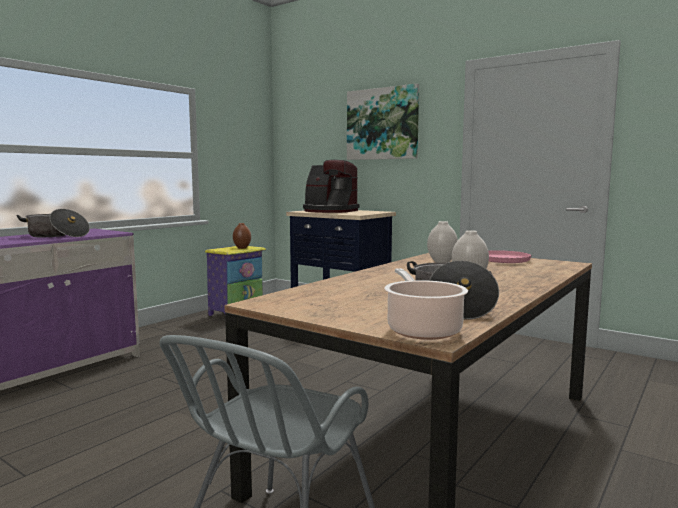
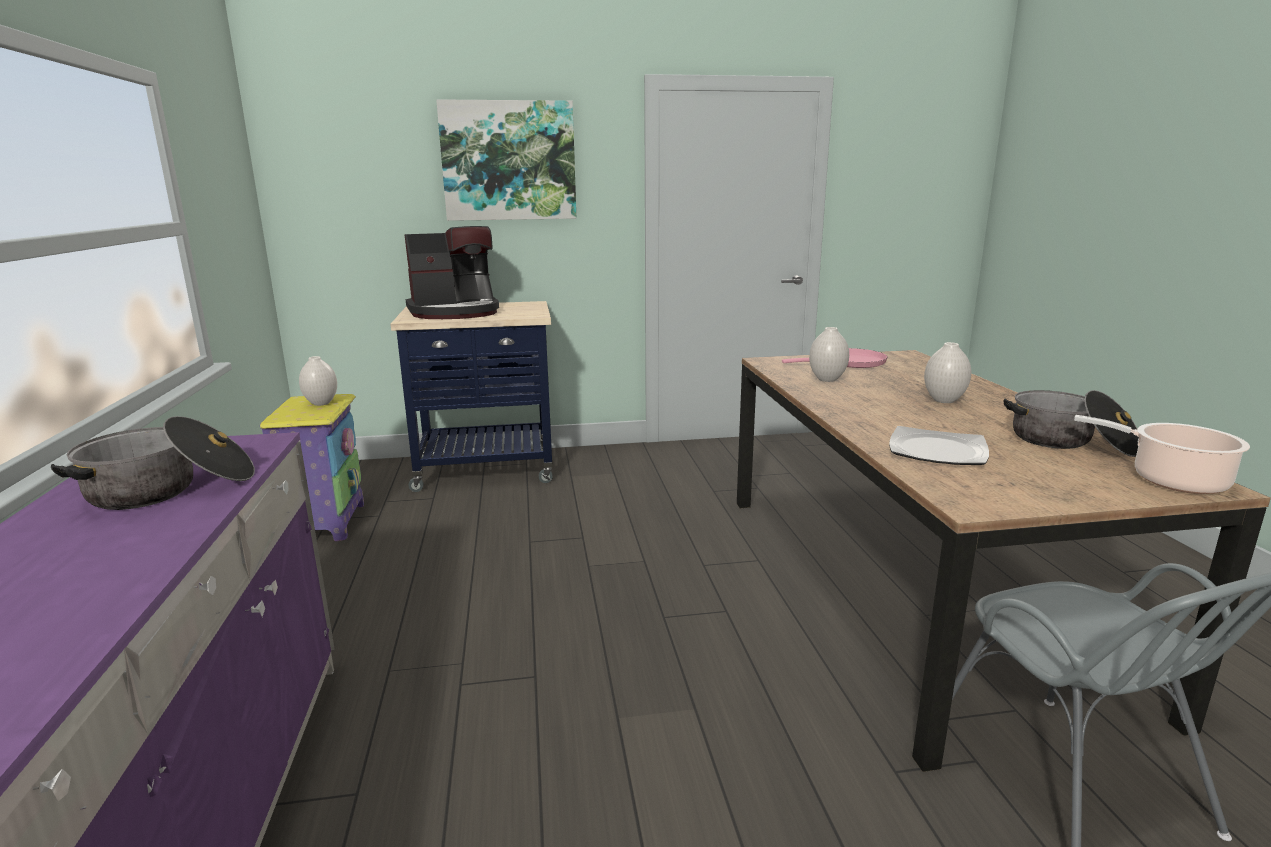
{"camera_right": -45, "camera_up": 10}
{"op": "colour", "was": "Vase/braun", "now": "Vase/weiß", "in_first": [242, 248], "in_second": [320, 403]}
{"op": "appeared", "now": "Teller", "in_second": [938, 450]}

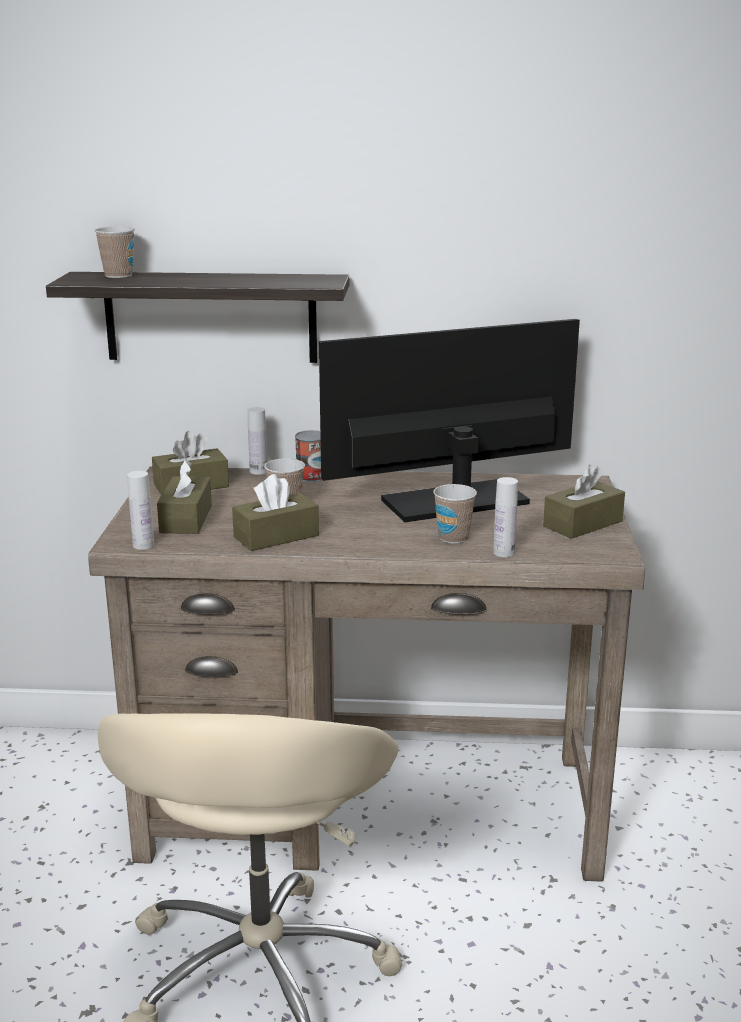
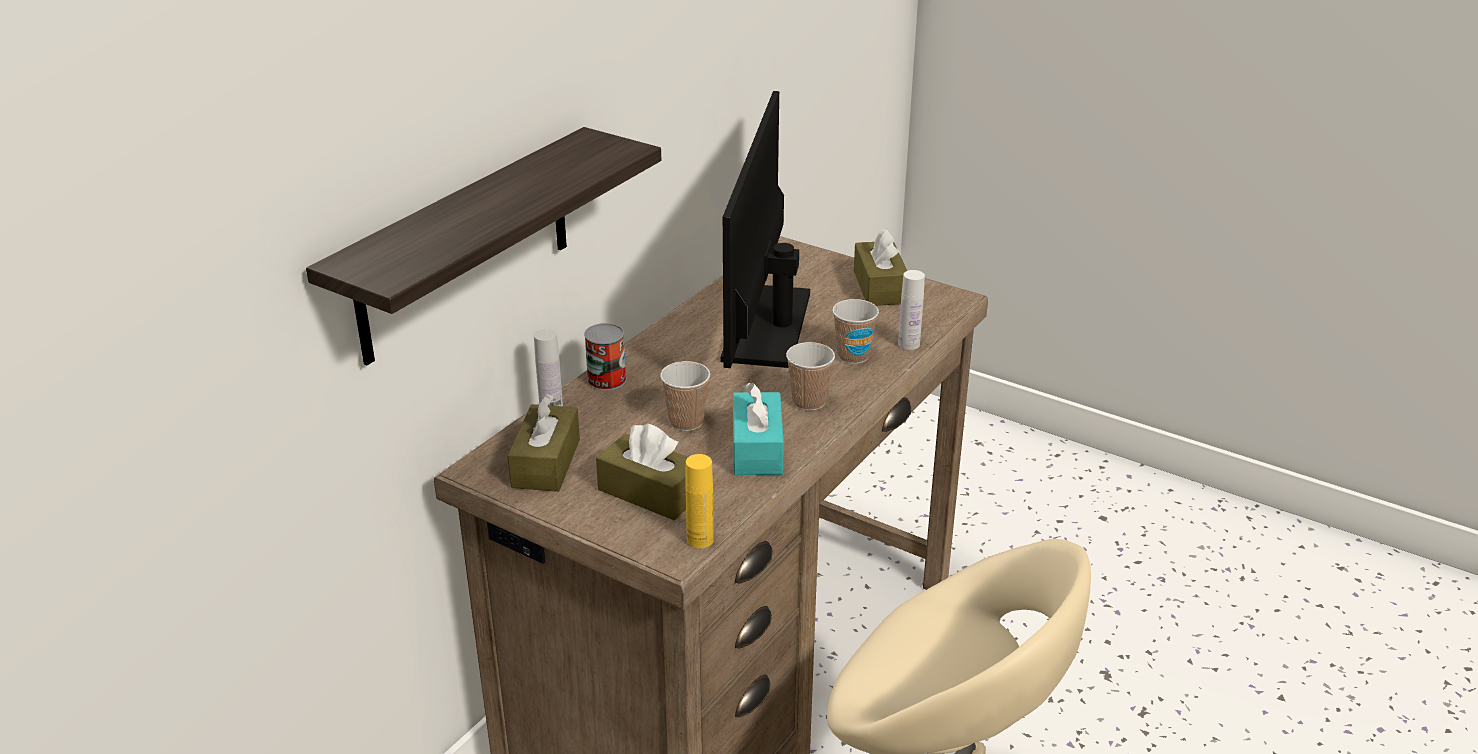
{"camera_right": -60, "camera_up": 10}
{"op": "relocated", "was": "Tasse", "in_first": [118, 275], "in_second": [809, 402]}
{"op": "colour", "was": "Flasche/weiß", "now": "Flasche/gelb", "in_first": [143, 545], "in_second": [700, 540]}
{"op": "colour", "was": "Taschentuchbox/braun", "now": "Taschentuchbox/türkis", "in_first": [276, 536], "in_second": [757, 449]}

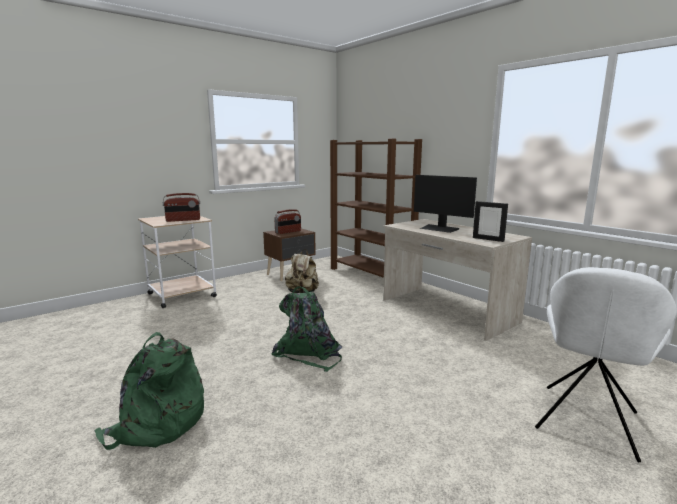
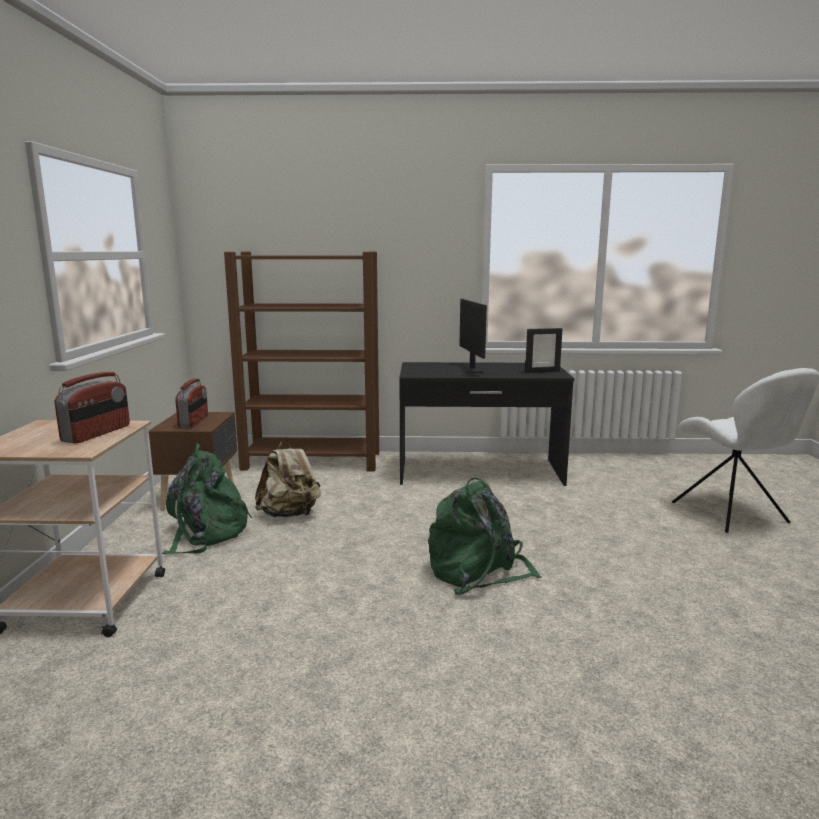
{"camera_right": -50, "camera_up": 0}
{"op": "relocated", "was": "Rucksack/grün", "in_first": [157, 424], "in_second": [206, 533]}
{"op": "colour", "was": "Schreibtisch/beige", "now": "Schreibtisch/schwarz", "in_first": [447, 310], "in_second": [479, 472]}
{"op": "spun", "was": "Monitor", "in_first": [439, 228], "in_second": [465, 369], "clockwise": 90}

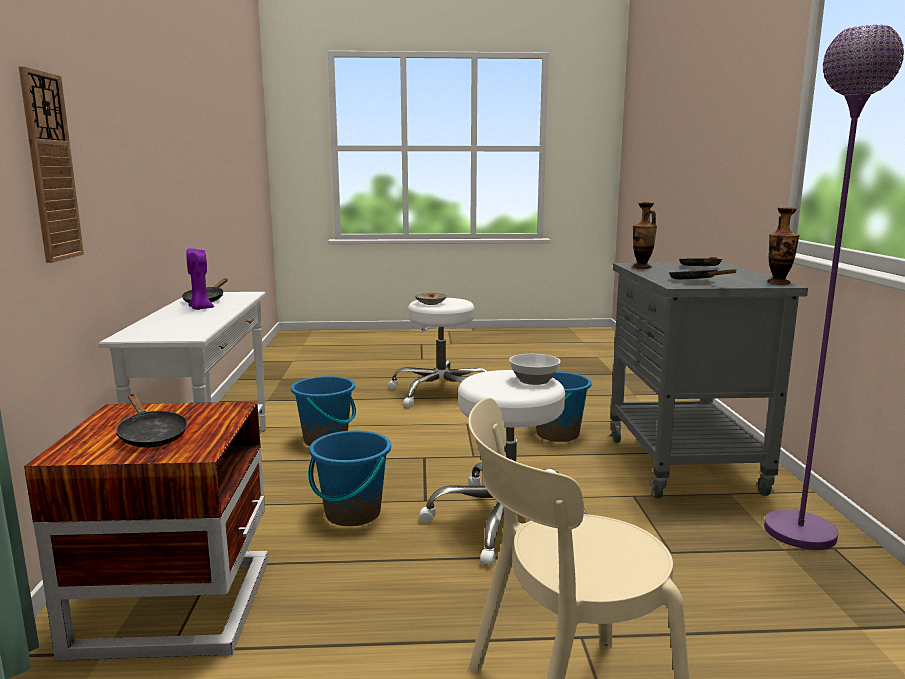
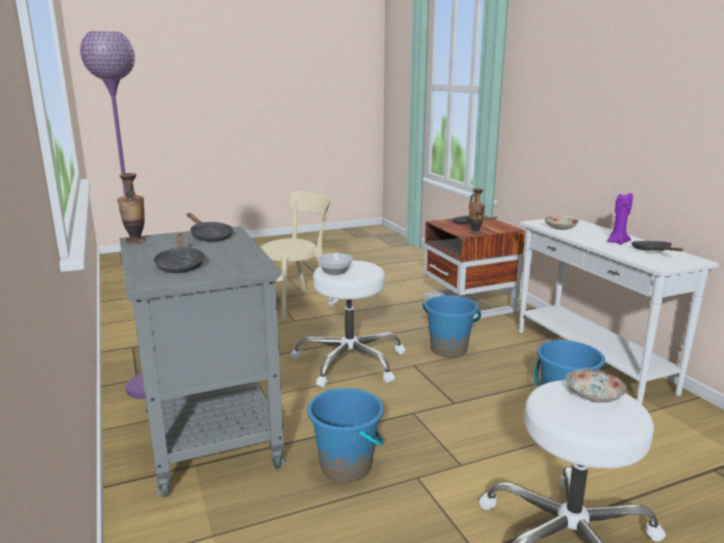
{"camera_right": 160, "camera_up": 5}
{"op": "missing", "was": "Wanduhr", "in_first": [50, 167]}
{"op": "relocated", "was": "Vase", "in_first": [642, 267], "in_second": [475, 233]}
{"op": "appeared", "now": "Teller", "in_second": [560, 228]}

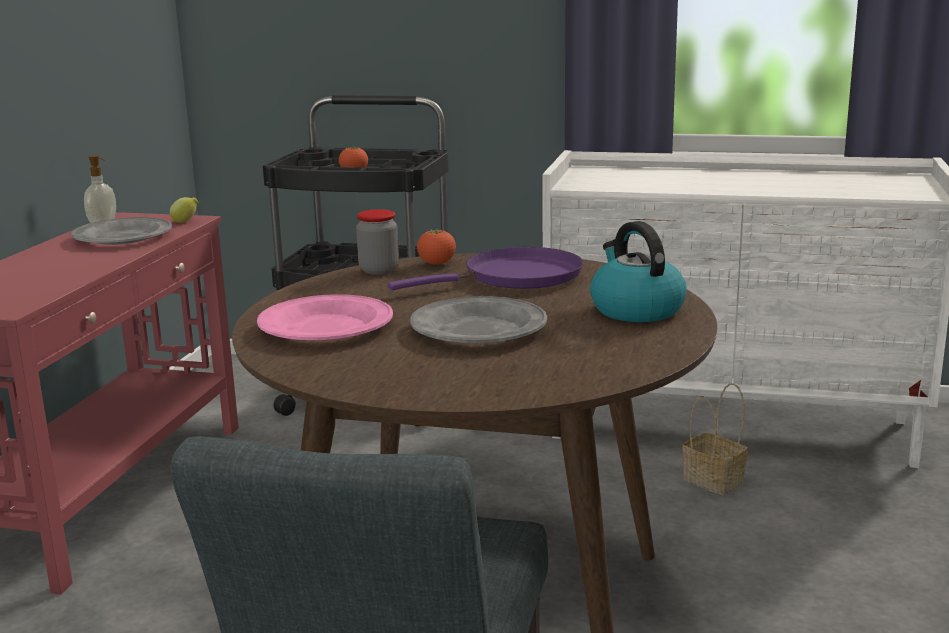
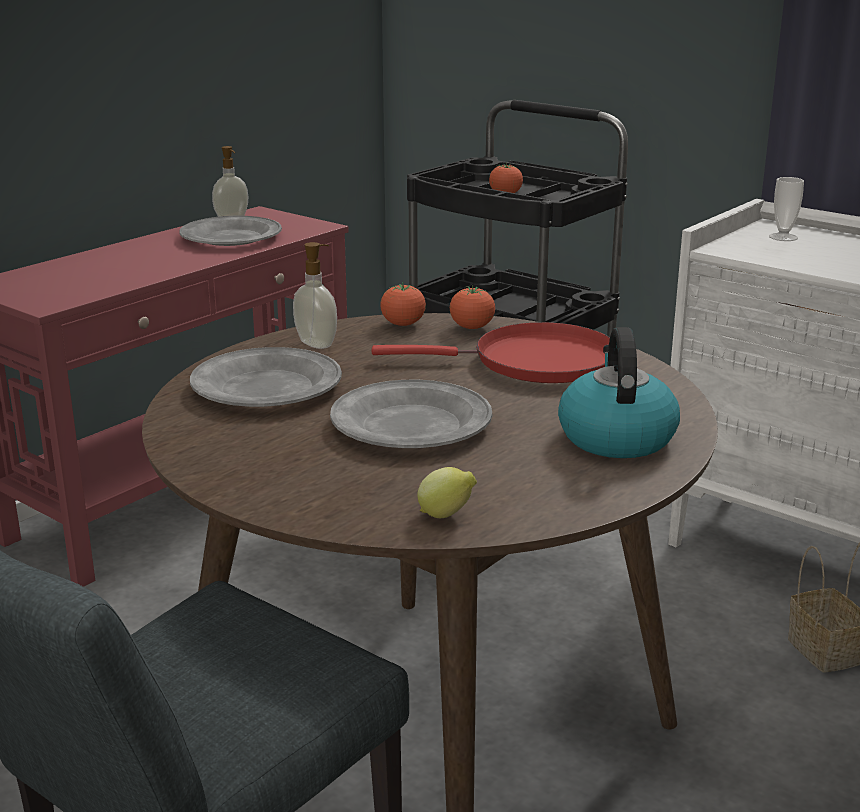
{"camera_right": 25, "camera_up": 5}
{"op": "relocated", "was": "Zitrone", "in_first": [185, 222], "in_second": [446, 515]}
{"op": "colour", "was": "Teller/rosa", "now": "Teller/grau", "in_first": [326, 326], "in_second": [267, 386]}
{"op": "exchanged", "was": "Vorratsglas", "now": "Tomate", "in_first": [379, 270], "in_second": [403, 324]}
{"op": "colour", "was": "Pfanne/lila", "now": "Pfanne/rot", "in_first": [516, 277], "in_second": [534, 362]}
{"op": "appeared", "now": "Seifenspender", "in_second": [317, 344]}
{"op": "appeared", "now": "Tasse", "in_second": [783, 237]}

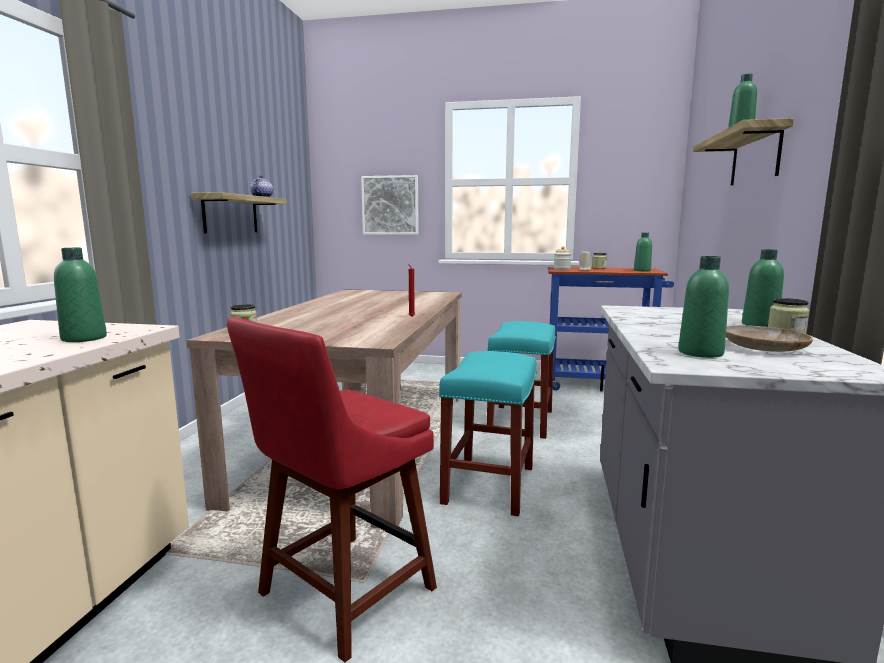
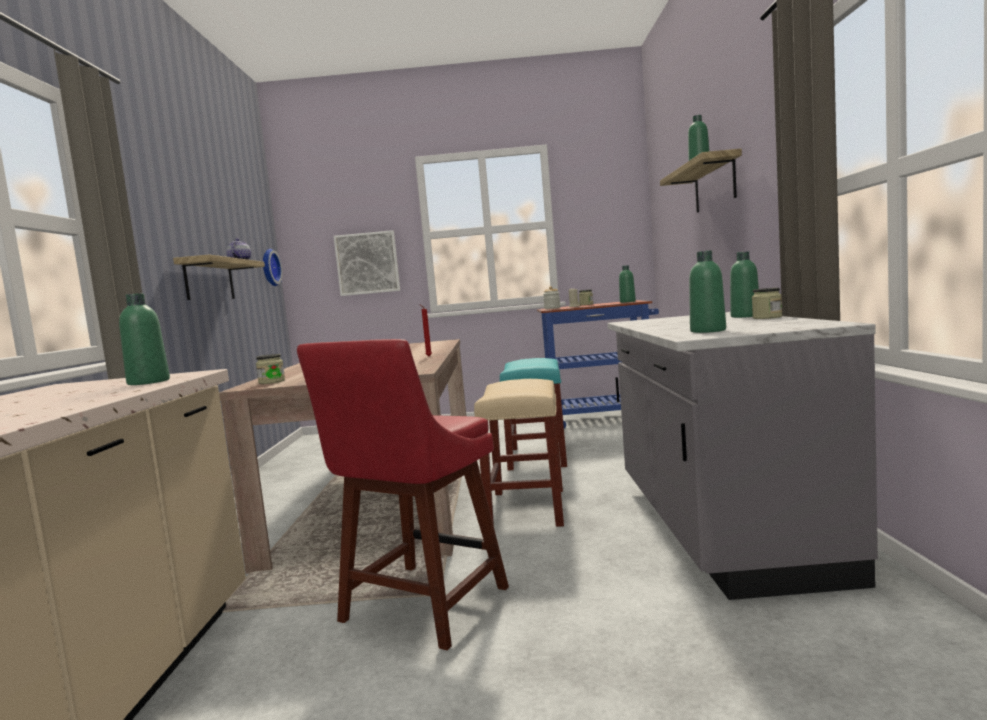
{"camera_right": -10, "camera_up": -5}
{"op": "colour", "was": "Hocker/türkis", "now": "Hocker/beige", "in_first": [489, 485], "in_second": [527, 509]}
{"op": "missing", "was": "Teller/beige", "in_first": [763, 347]}
{"op": "appeared", "now": "Wanduhr", "in_second": [269, 267]}

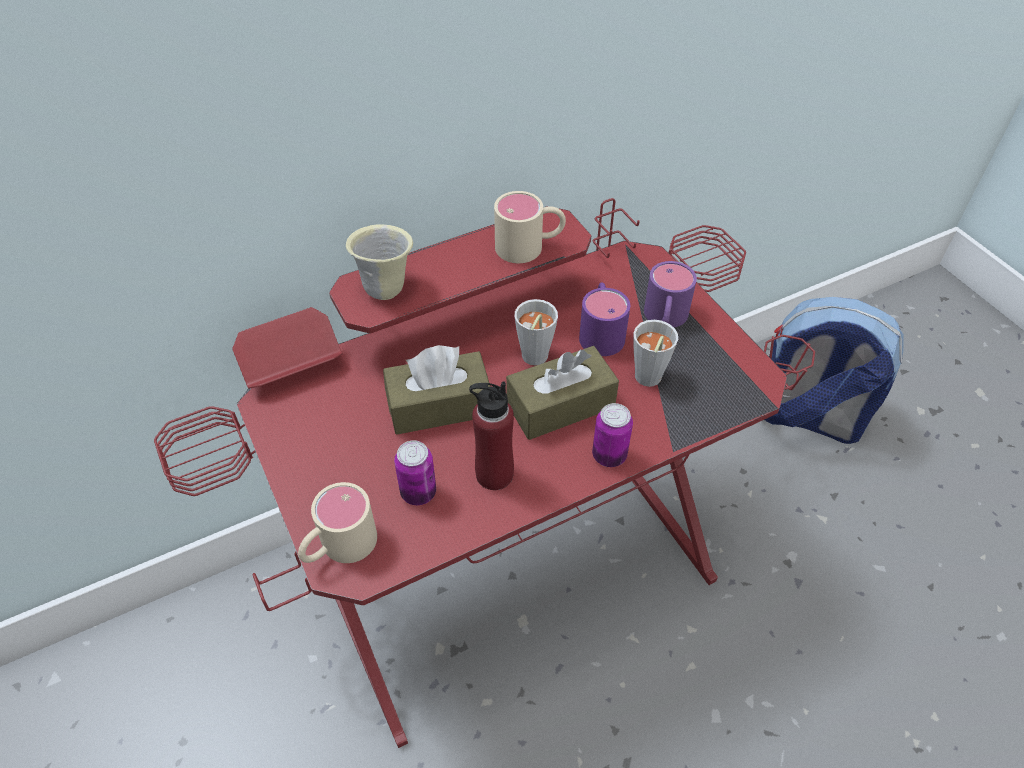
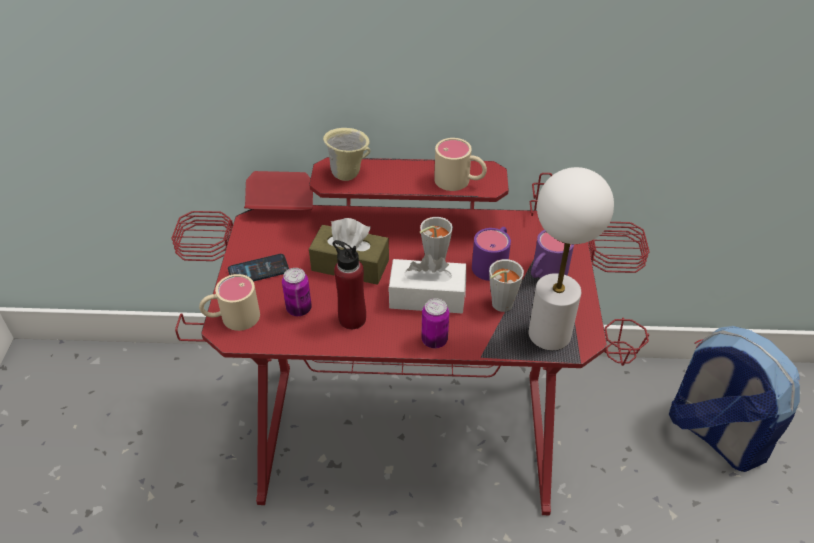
{"camera_right": 30, "camera_up": -5}
{"op": "colour", "was": "Taschentuchbox/braun", "now": "Taschentuchbox/weiß", "in_first": [560, 405], "in_second": [427, 297]}
{"op": "appeared", "now": "Handy", "in_second": [258, 270]}
{"op": "appeared", "now": "Tischlampe/weiß", "in_second": [549, 334]}

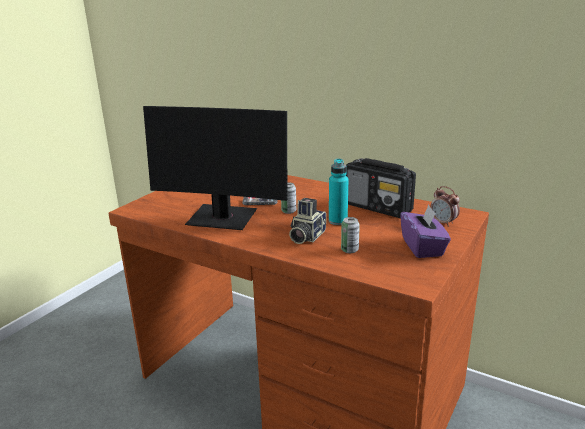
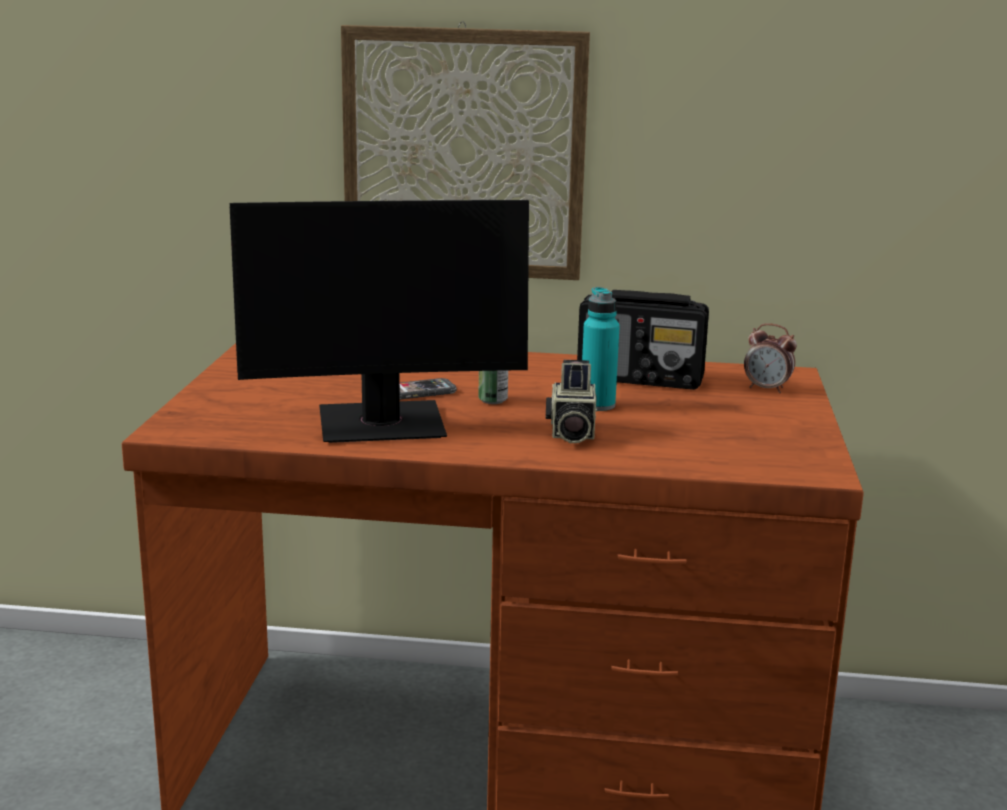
{"camera_right": -25, "camera_up": -5}
{"op": "missing", "was": "Dose", "in_first": [349, 250]}
{"op": "missing", "was": "Taschentuchbox/lila", "in_first": [423, 247]}
{"op": "appeared", "now": "Bild", "in_second": [463, 151]}

